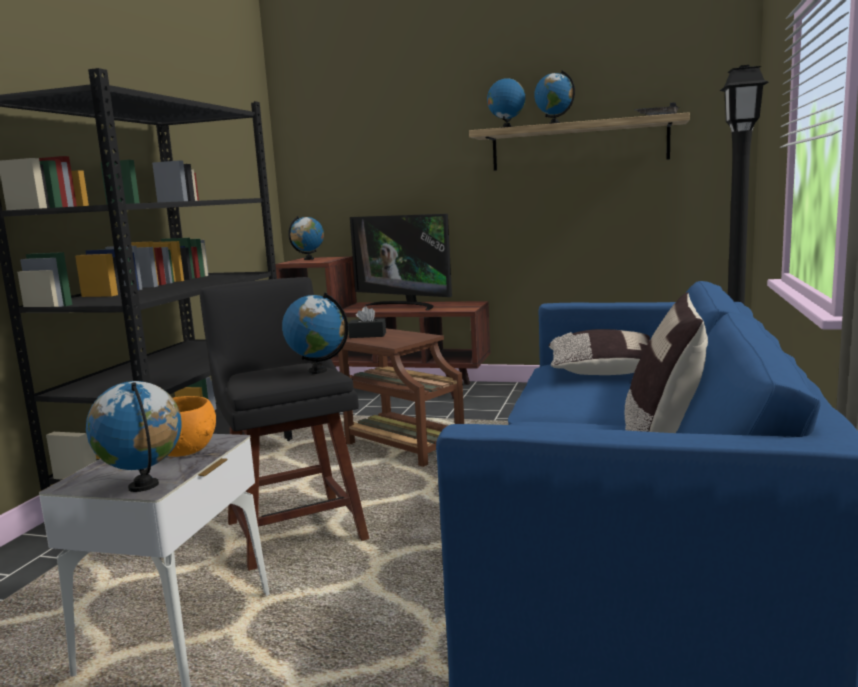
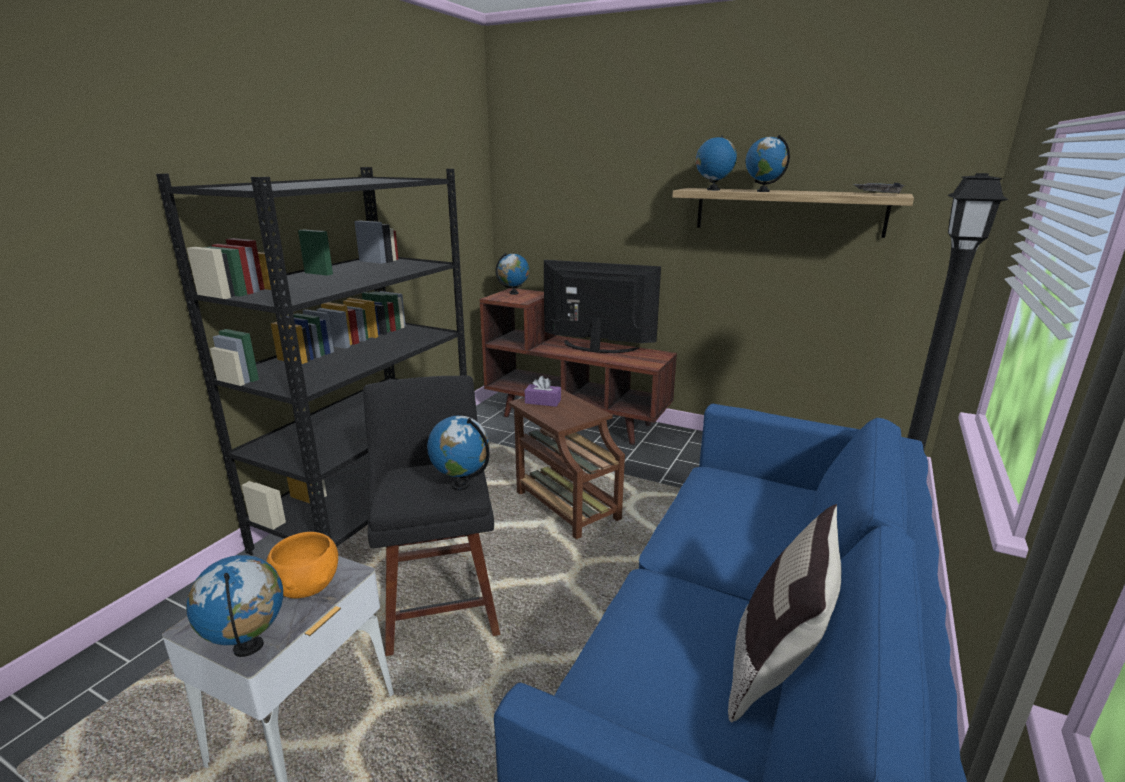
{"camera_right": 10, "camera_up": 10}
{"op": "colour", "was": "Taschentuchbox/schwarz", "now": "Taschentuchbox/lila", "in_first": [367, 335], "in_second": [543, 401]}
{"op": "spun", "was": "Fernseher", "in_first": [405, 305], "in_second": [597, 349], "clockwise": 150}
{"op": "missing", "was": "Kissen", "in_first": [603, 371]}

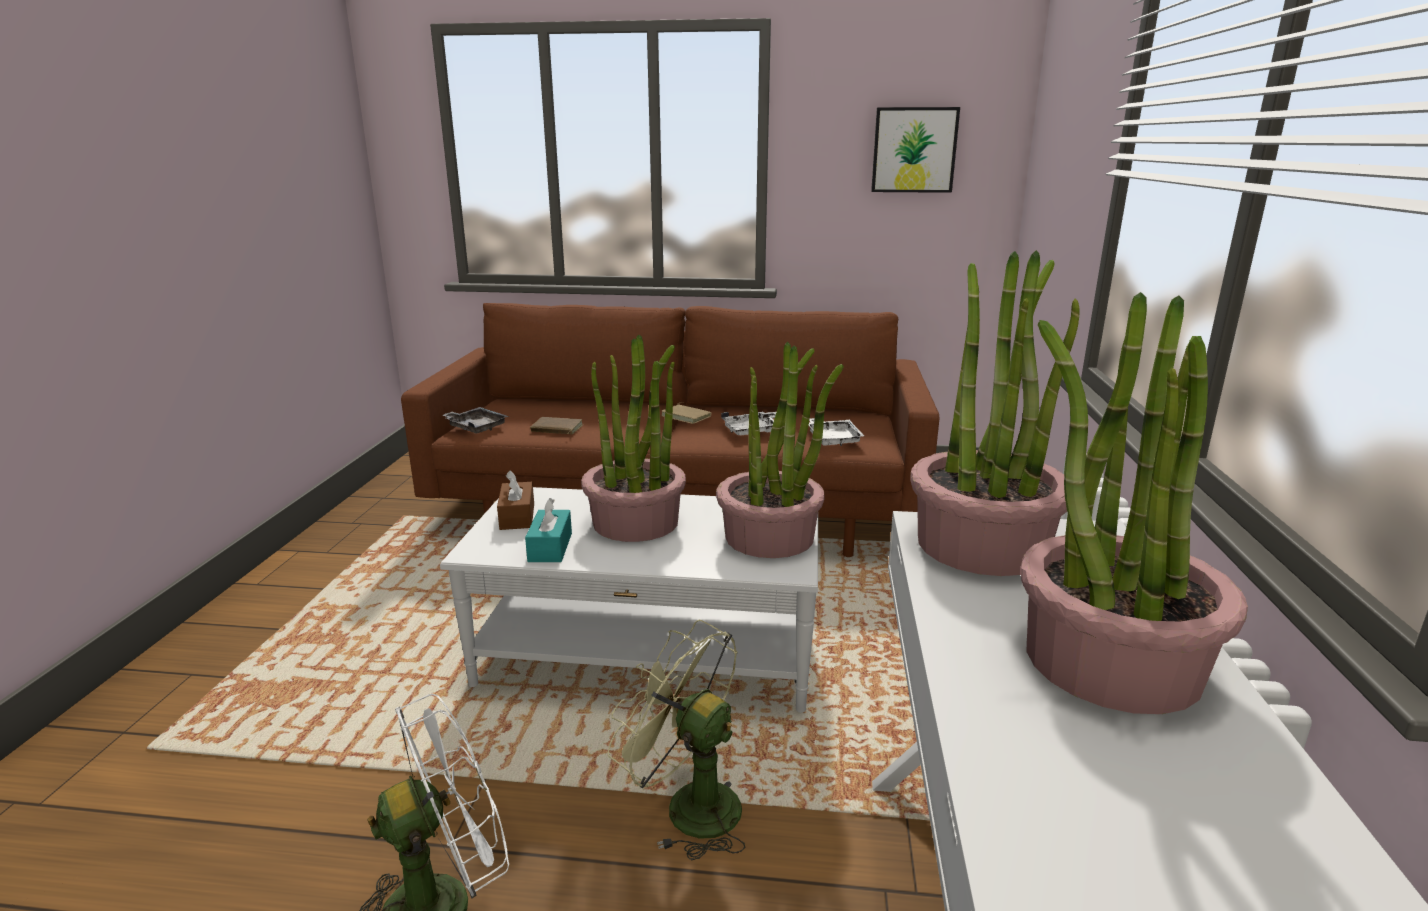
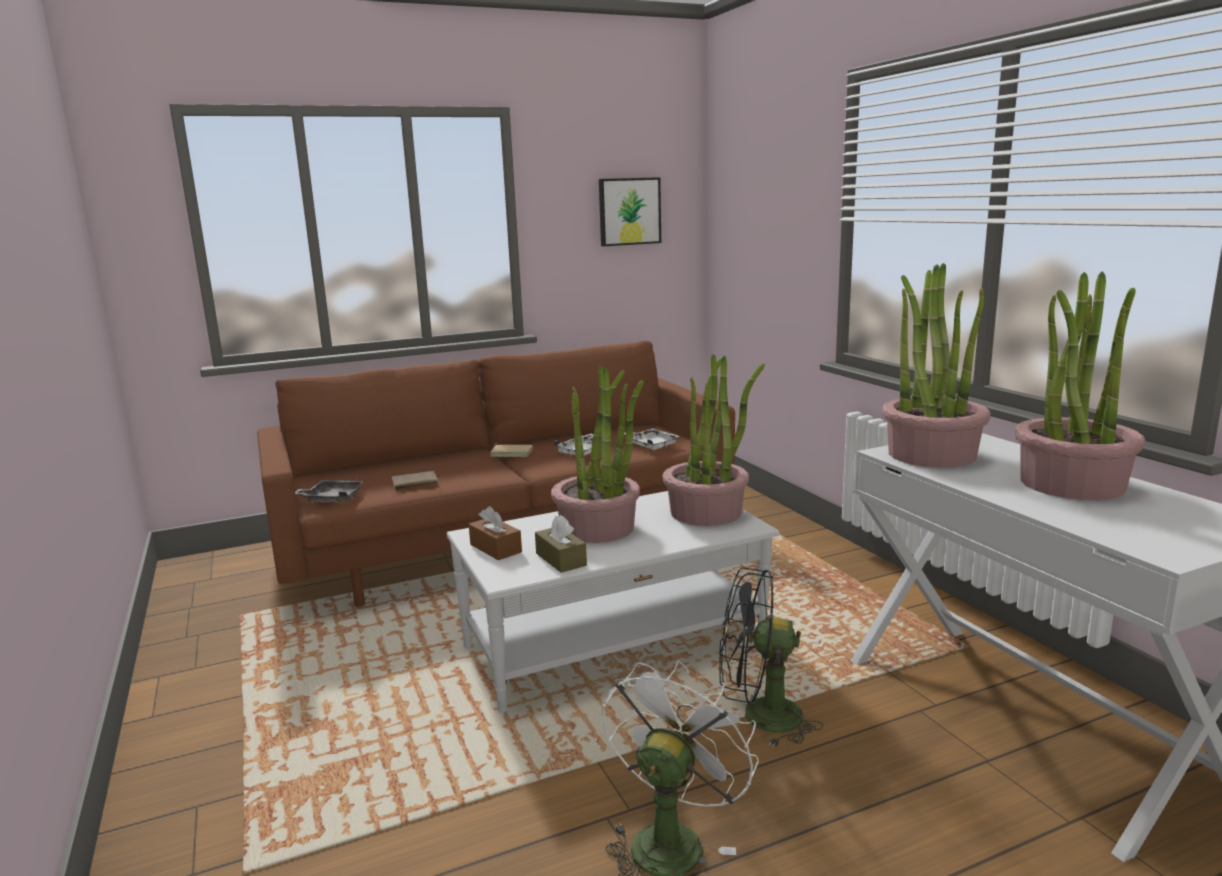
{"camera_right": -30, "camera_up": -5}
{"op": "colour", "was": "Taschentuchbox/türkis", "now": "Taschentuchbox/braun", "in_first": [550, 547], "in_second": [561, 559]}
{"op": "colour", "was": "Ventilator/grün", "now": "Ventilator/schwarz", "in_first": [688, 805], "in_second": [759, 717]}

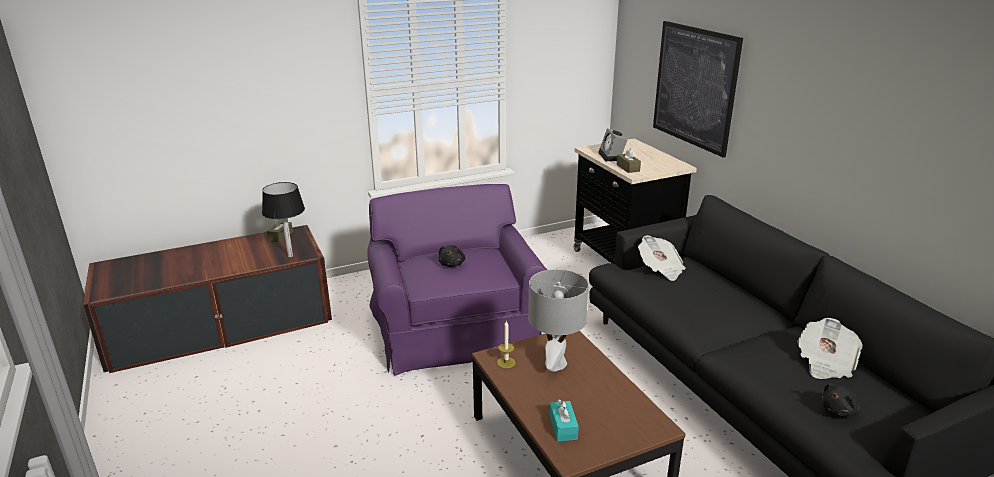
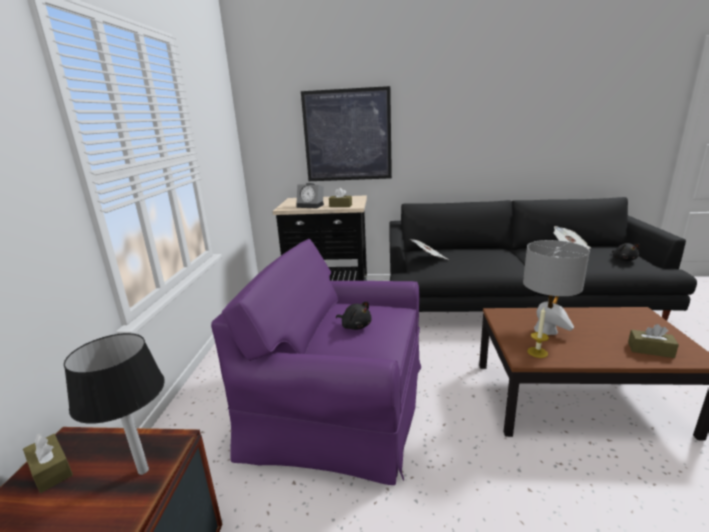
{"camera_right": -60, "camera_up": -5}
{"op": "colour", "was": "Taschentuchbox/türkis", "now": "Taschentuchbox/braun", "in_first": [563, 427], "in_second": [650, 350]}

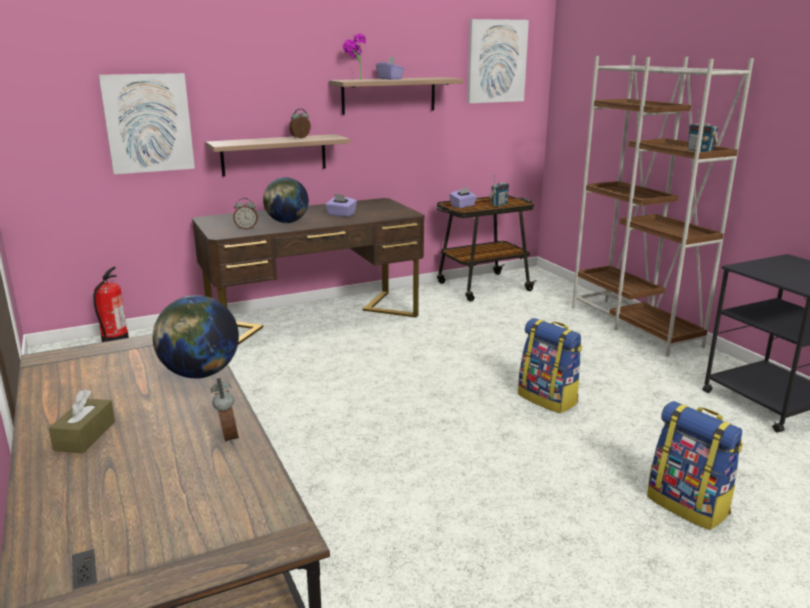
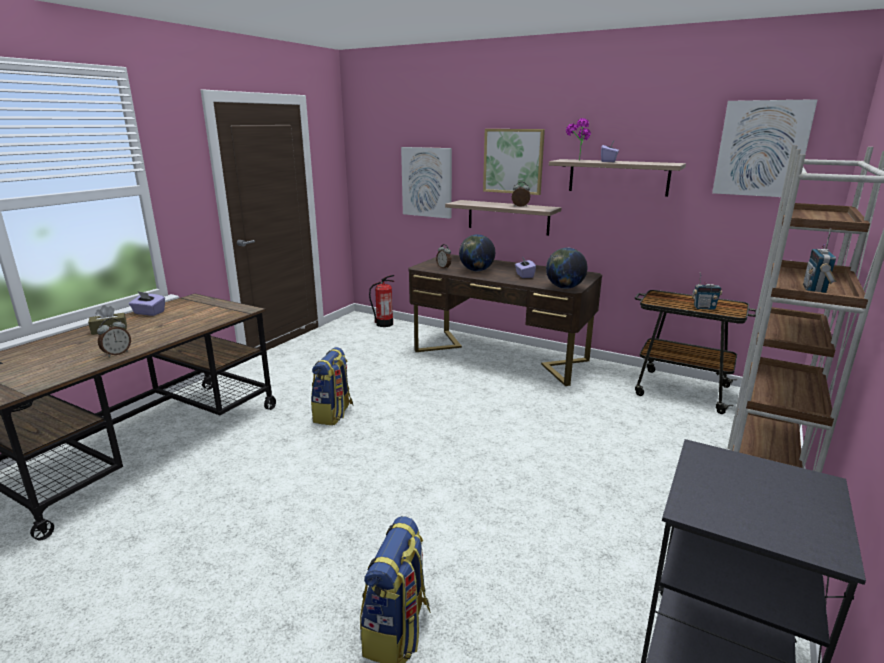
{"camera_right": 55, "camera_up": 0}
{"op": "relocated", "was": "Globus", "in_first": [200, 374], "in_second": [564, 287]}
{"op": "relocated", "was": "Taschentuchbox/lila", "in_first": [463, 206], "in_second": [149, 313]}
{"op": "relocated", "was": "Rucksack", "in_first": [548, 399], "in_second": [333, 414]}
{"op": "appeared", "now": "Bild", "in_second": [513, 161]}

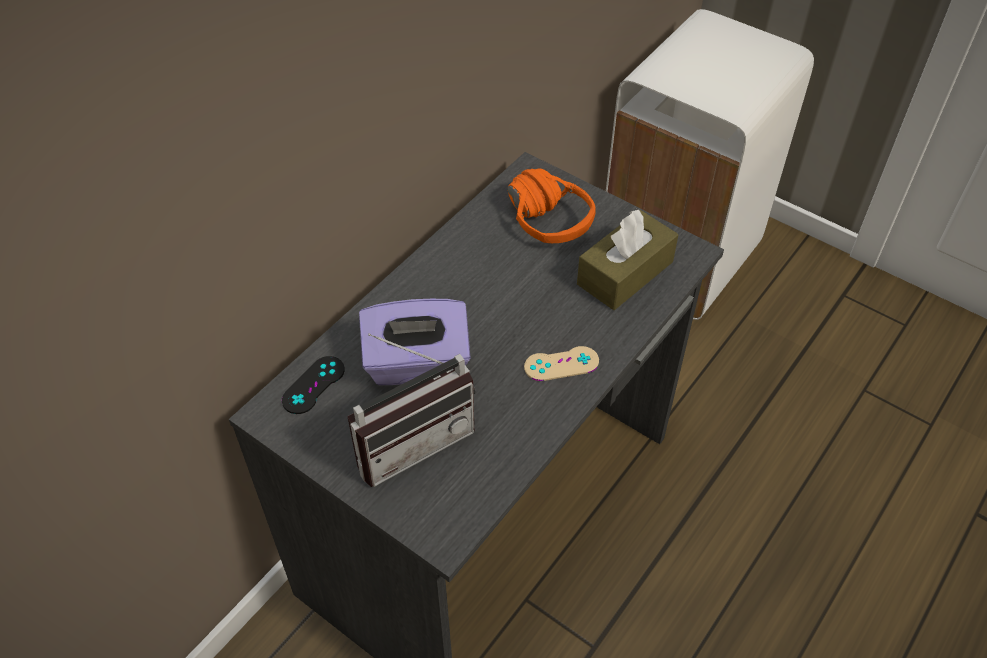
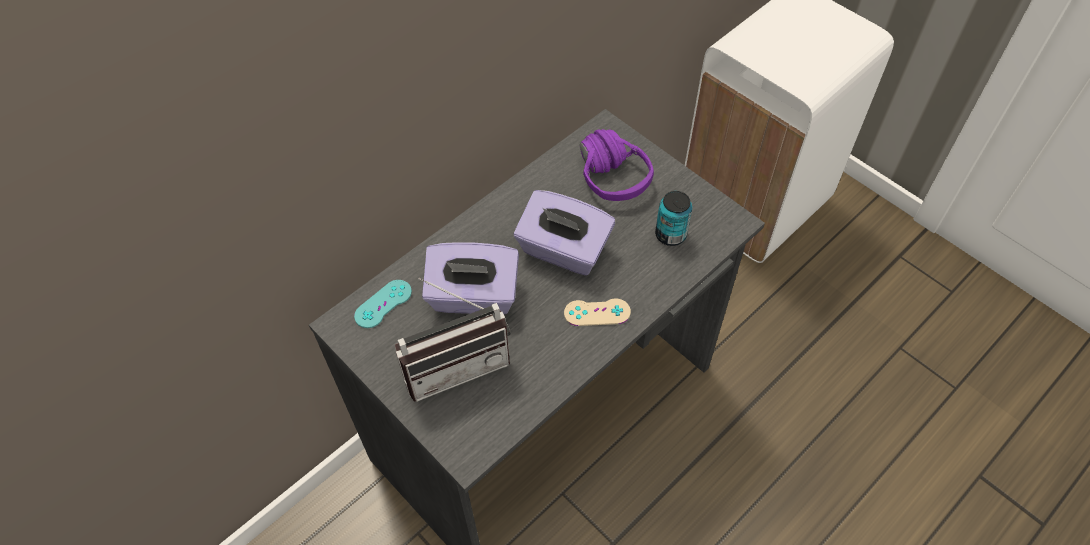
{"camera_right": 10, "camera_up": 5}
{"op": "colour", "was": "Gamepad/schwarz", "now": "Gamepad/türkis", "in_first": [313, 385], "in_second": [383, 304]}
{"op": "colour", "was": "Kopfhörer/orange", "now": "Kopfhörer/lila", "in_first": [560, 214], "in_second": [624, 172]}
{"op": "exchanged", "was": "Taschentuchbox/braun", "now": "Dose", "in_first": [625, 273], "in_second": [670, 235]}
{"op": "appeared", "now": "Taschentuchbox/lila", "in_second": [563, 251]}

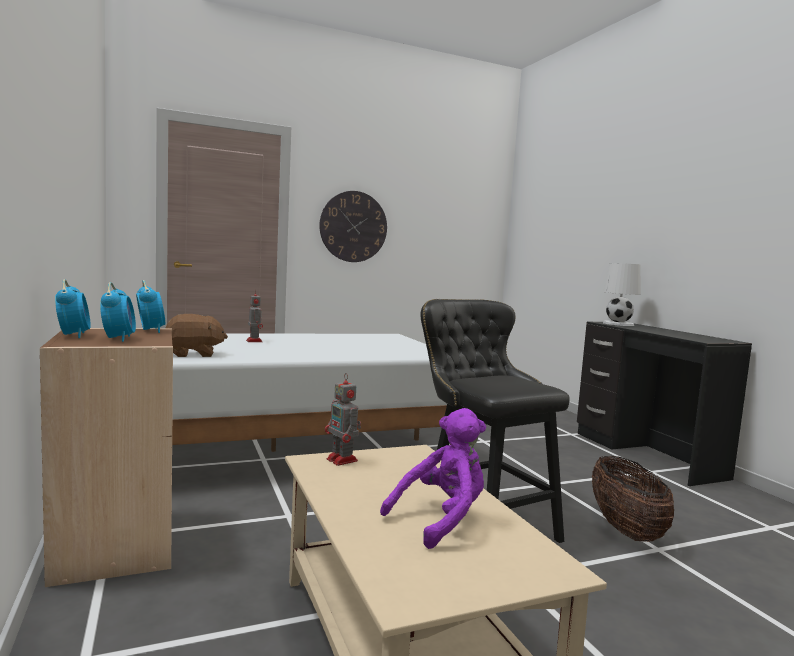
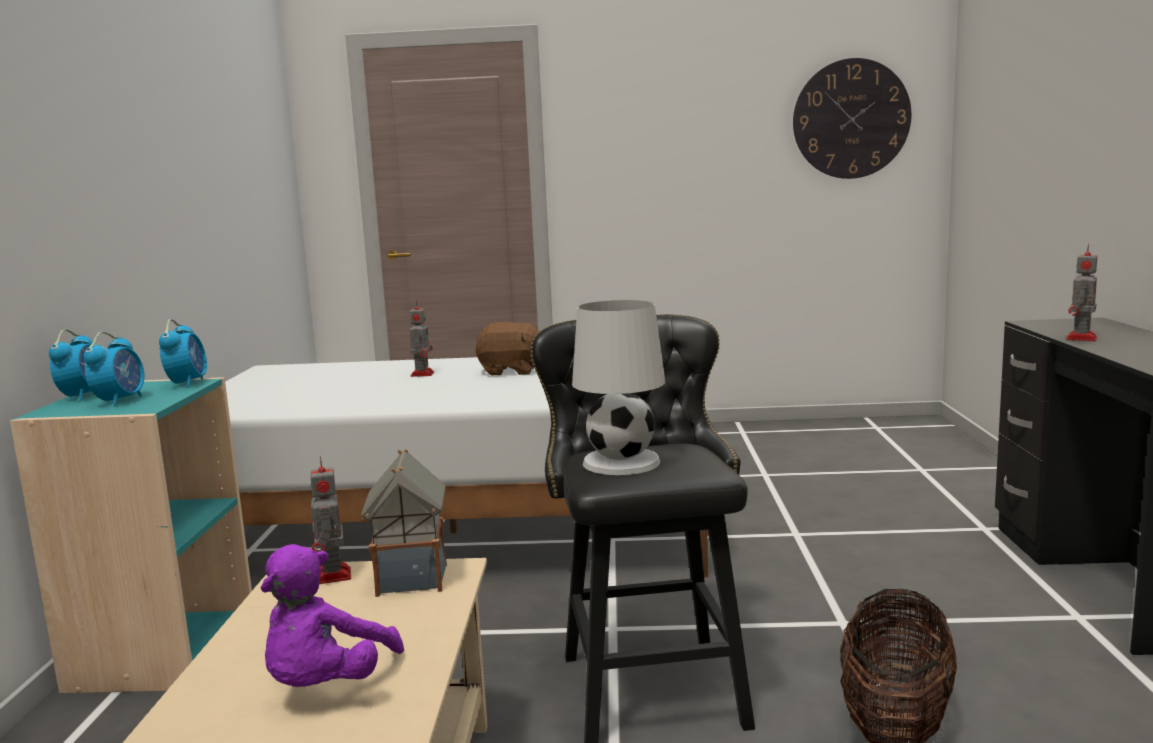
{"camera_right": 25, "camera_up": 5}
{"op": "colour", "was": "Bücherregal/braun", "now": "Bücherregal/türkis", "in_first": [114, 544], "in_second": [163, 649]}
{"op": "relocated", "was": "Plüschtier/braun", "in_first": [193, 354], "in_second": [511, 371]}
{"op": "relocated", "was": "Wanduhr", "in_first": [353, 226], "in_second": [851, 119]}
{"op": "spun", "was": "Plüschtier/lila", "in_first": [441, 519], "in_second": [326, 685], "clockwise": 120}
{"op": "relocated", "was": "Tischlampe/weiß", "in_first": [618, 324], "in_second": [622, 462]}
{"op": "appeared", "now": "Spielzeughaus", "in_second": [411, 578]}
{"op": "appeared", "now": "Spielzeugroboter", "in_second": [1081, 339]}

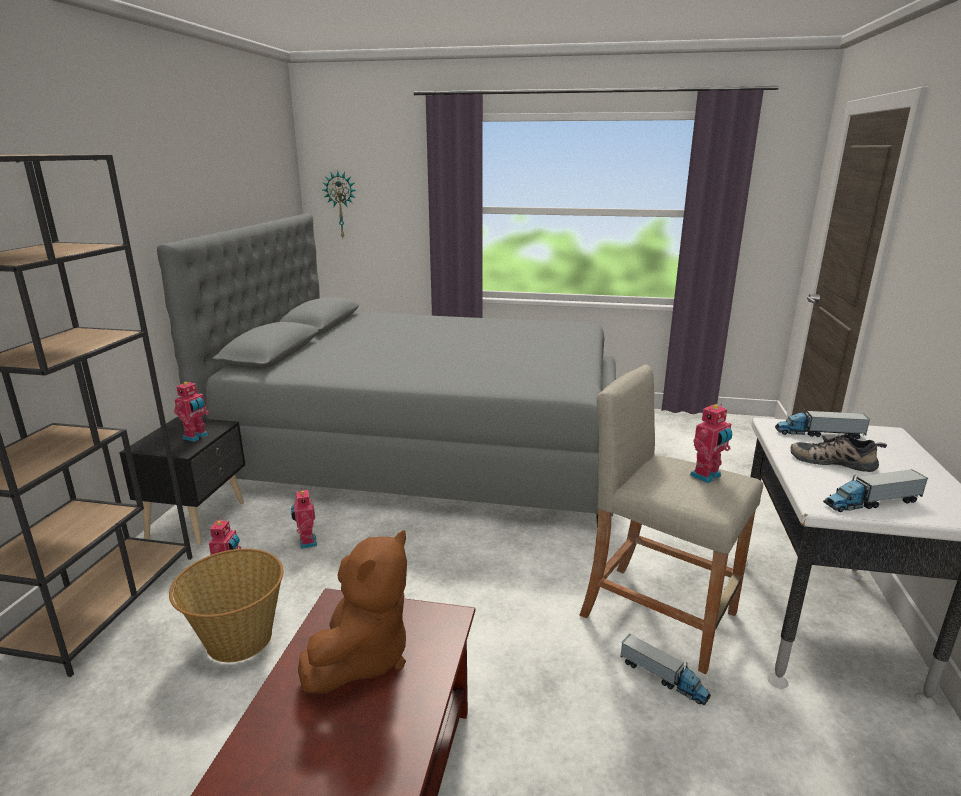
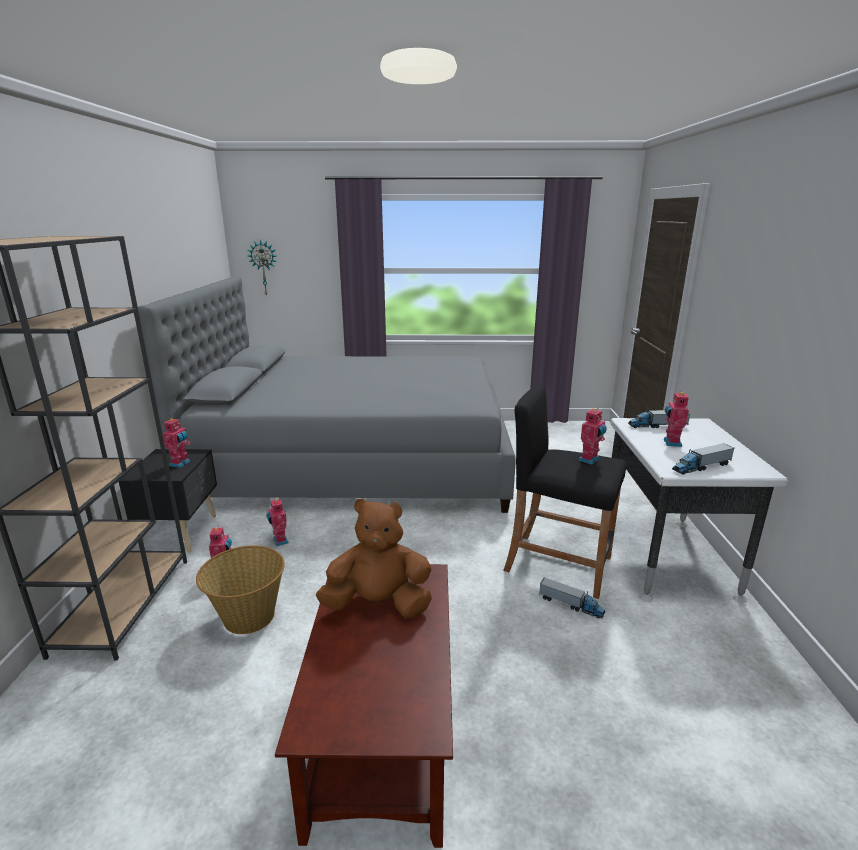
{"camera_right": -10, "camera_up": 0}
{"op": "spun", "was": "Plüschtier/braun", "in_first": [363, 657], "in_second": [378, 605], "clockwise": -105}
{"op": "colour", "was": "Hocker/beige", "now": "Hocker/schwarz", "in_first": [658, 614], "in_second": [558, 564]}
{"op": "exchanged", "was": "Schuh", "now": "Spielzeugroboter", "in_first": [833, 461], "in_second": [671, 443]}

